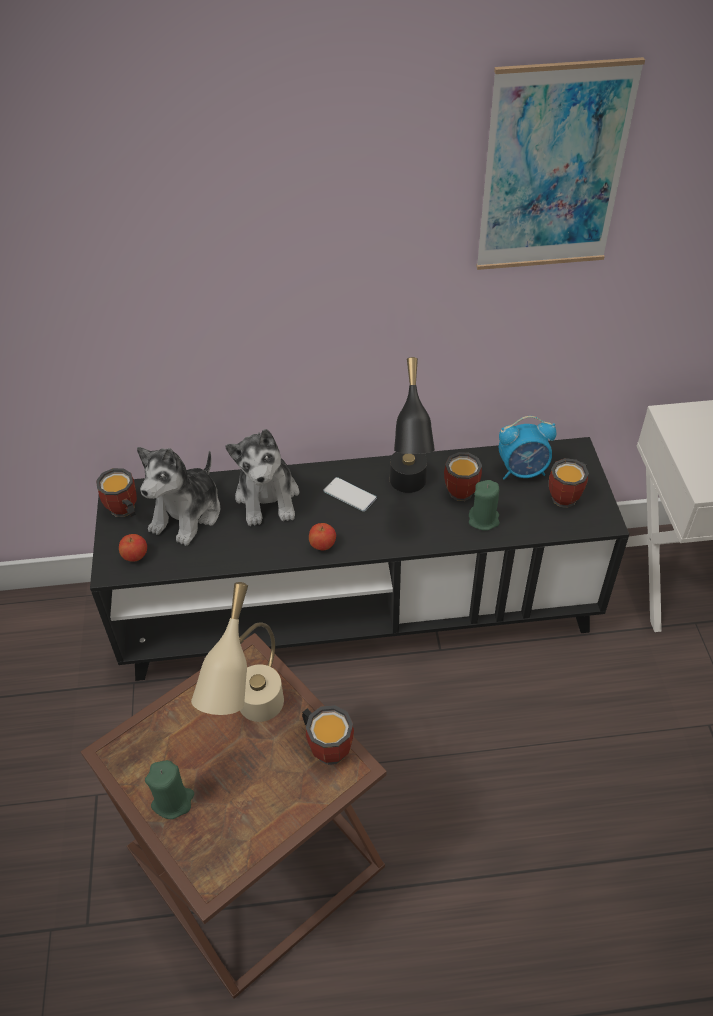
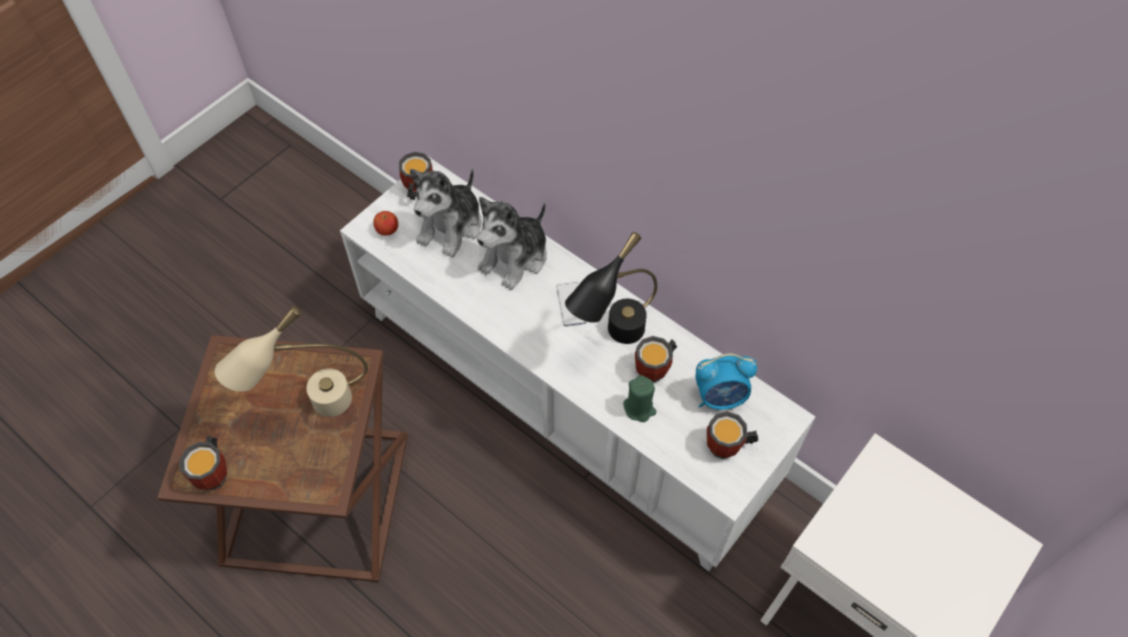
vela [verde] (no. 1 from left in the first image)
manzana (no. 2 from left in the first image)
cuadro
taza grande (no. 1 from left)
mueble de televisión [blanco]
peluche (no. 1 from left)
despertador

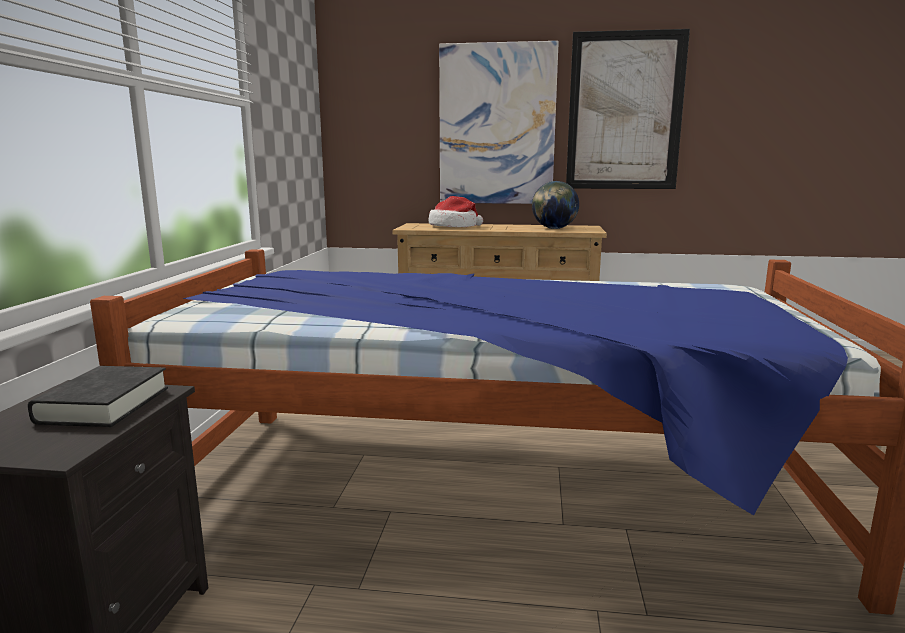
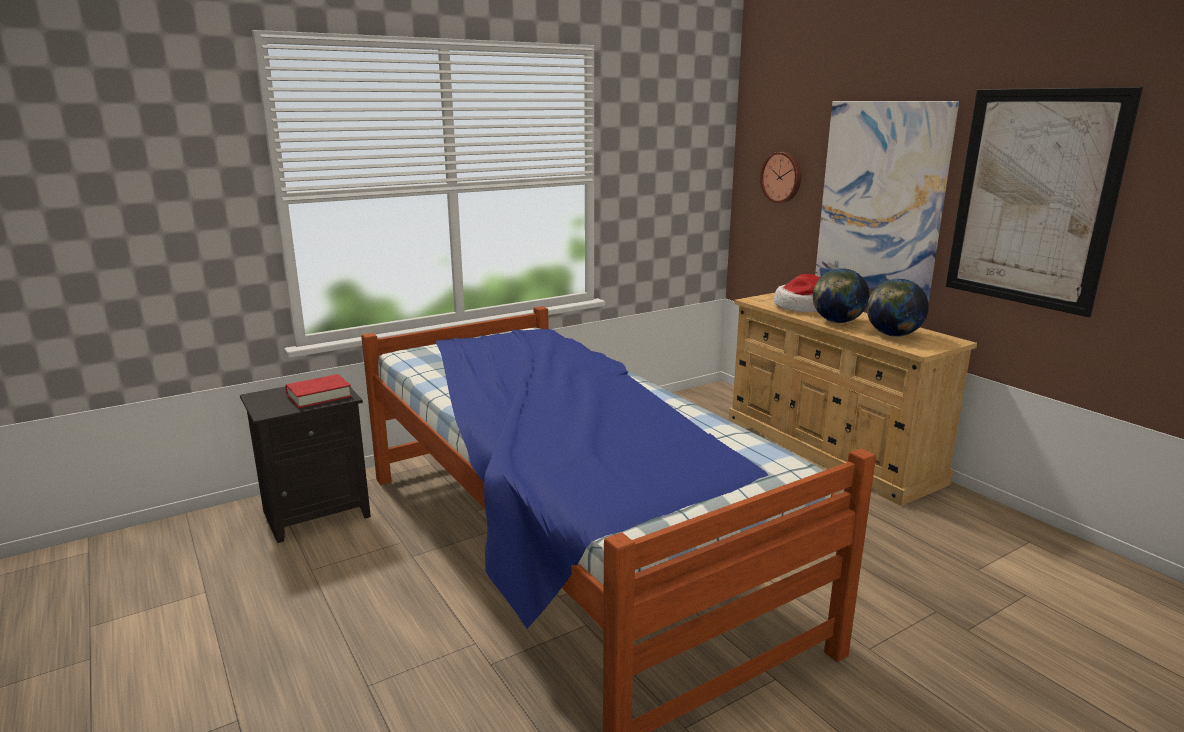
reloj de pared
globo terráqueo (no. 1 from left)
libro [rojo]

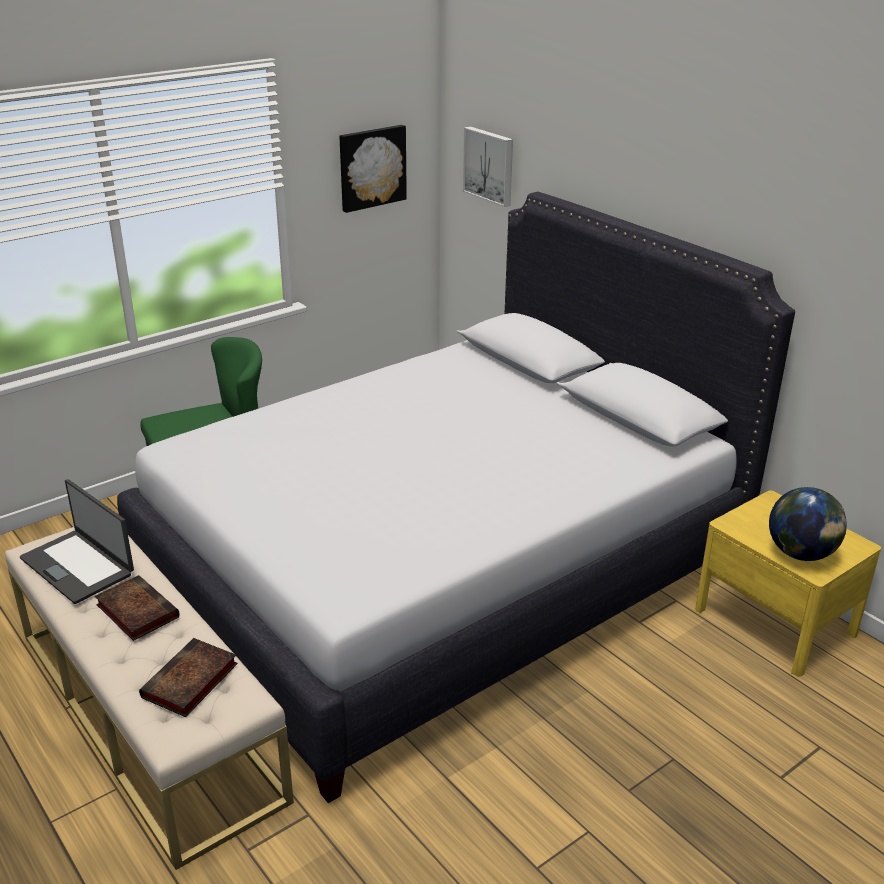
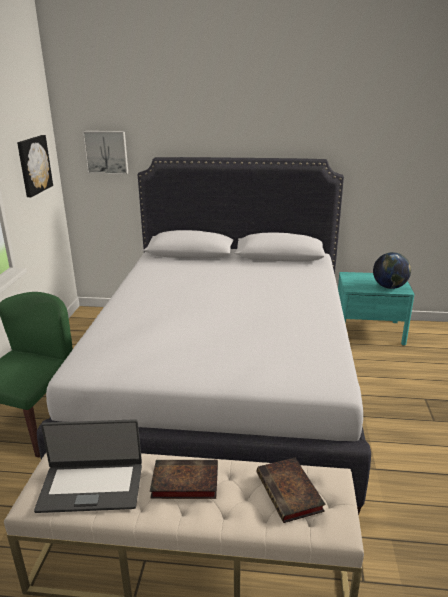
mesita de noche [turquesa]

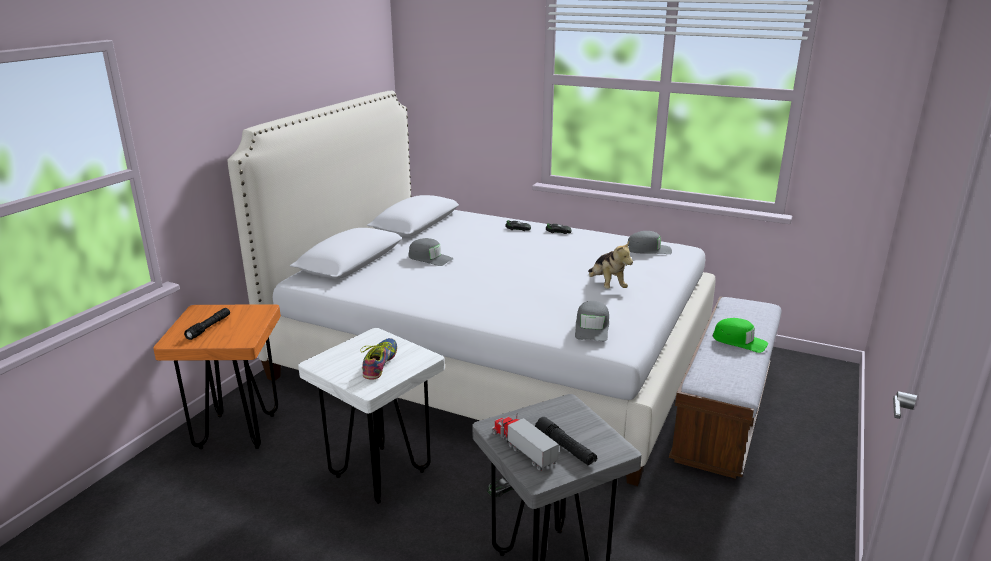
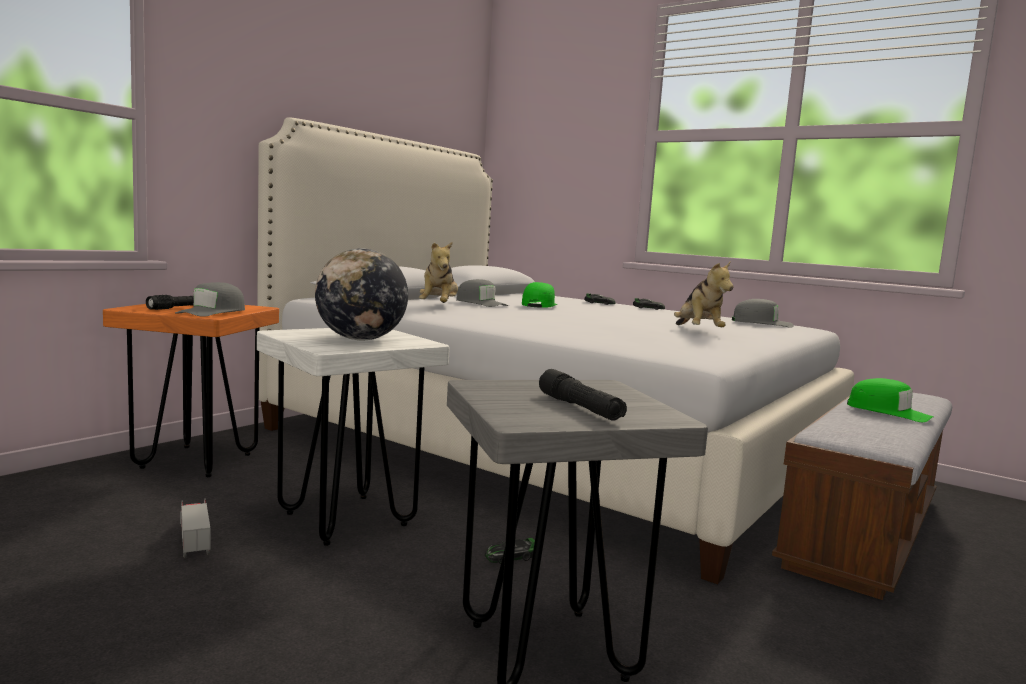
peluche (no. 1 from left)
gorra [verde] (no. 1 from left)
camión de juguete
gorra [gris] (no. 1 from left)
globo terráqueo

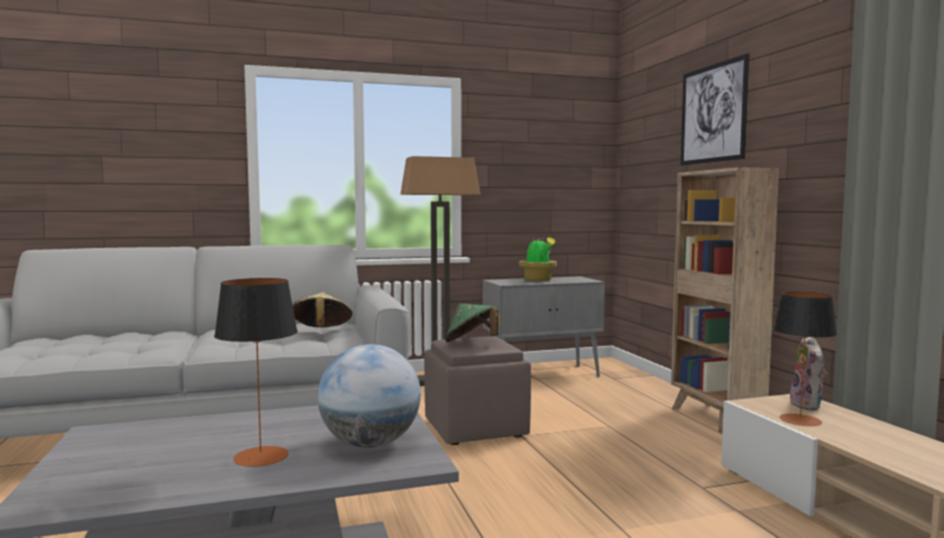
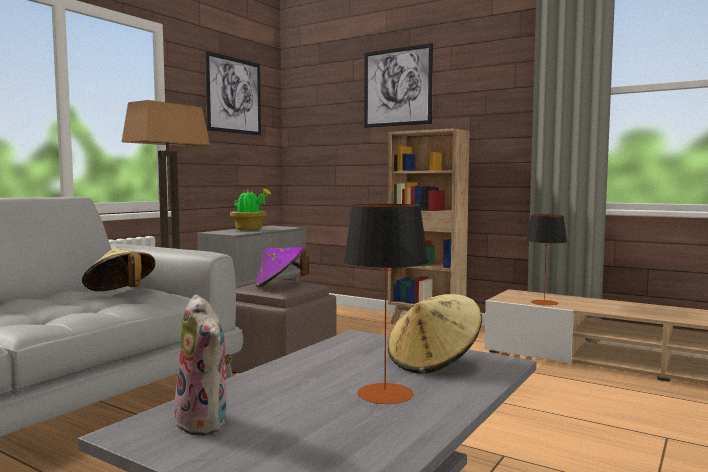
cuadro (no. 1 from left)
peluche
sombrero [beis] (no. 2 from left)
sombrero [morado]

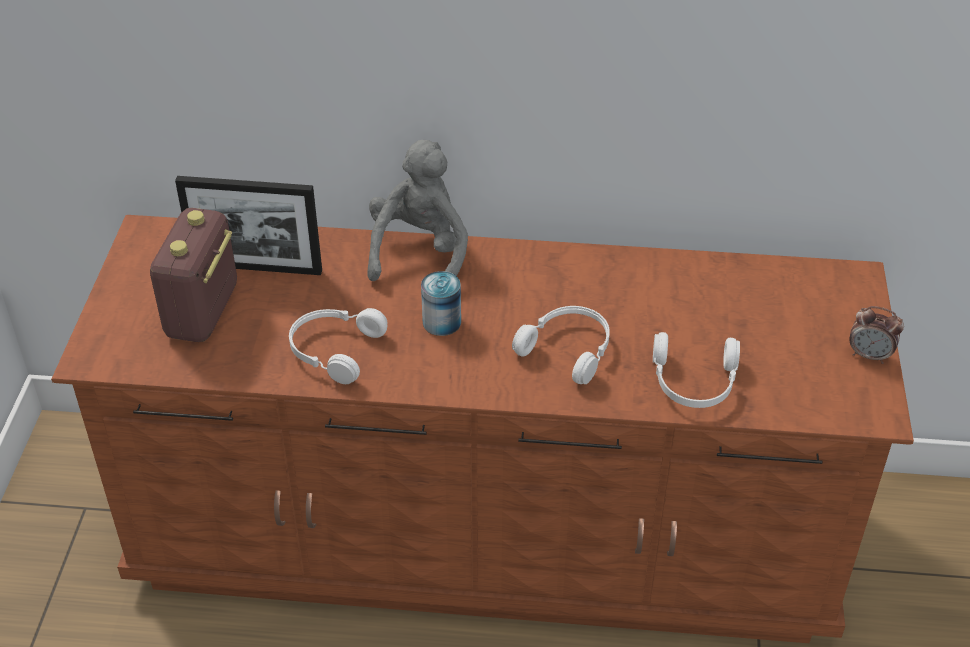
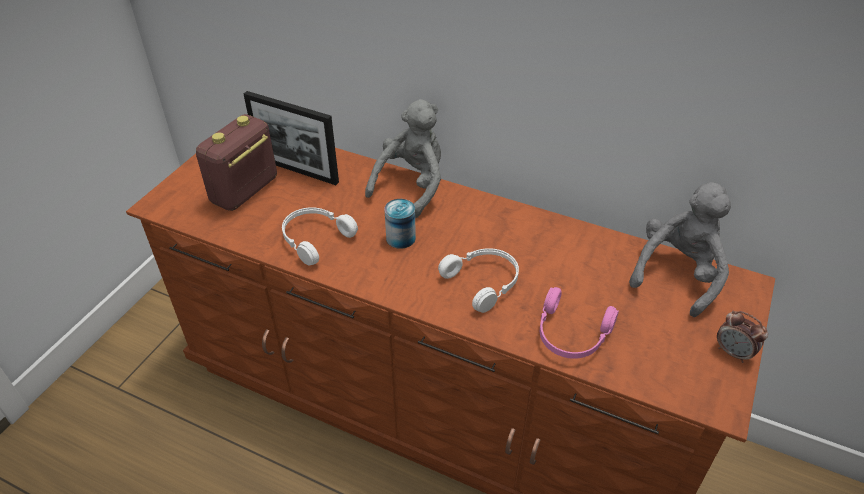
peluche [gris] (no. 2 from left)
auriculares [rosa]

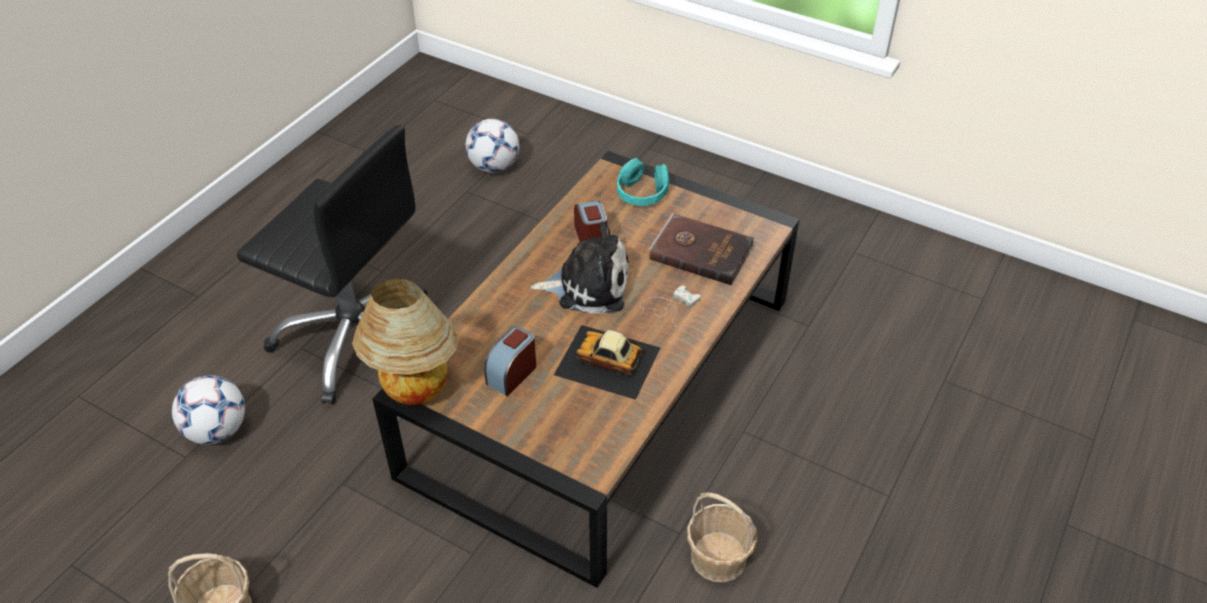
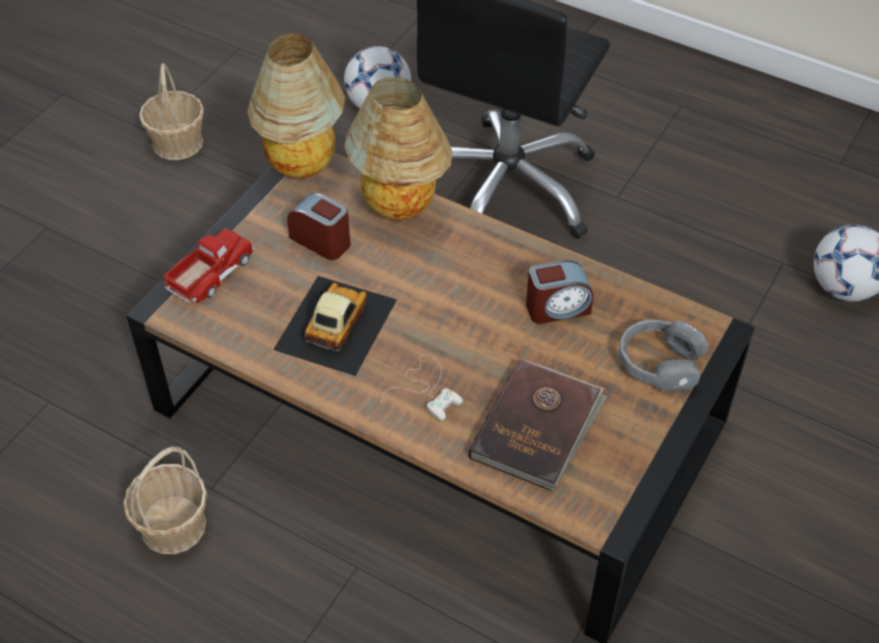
peluche
camión de juguete
lámpara de mesa (no. 2 from left)
auriculares [gris]

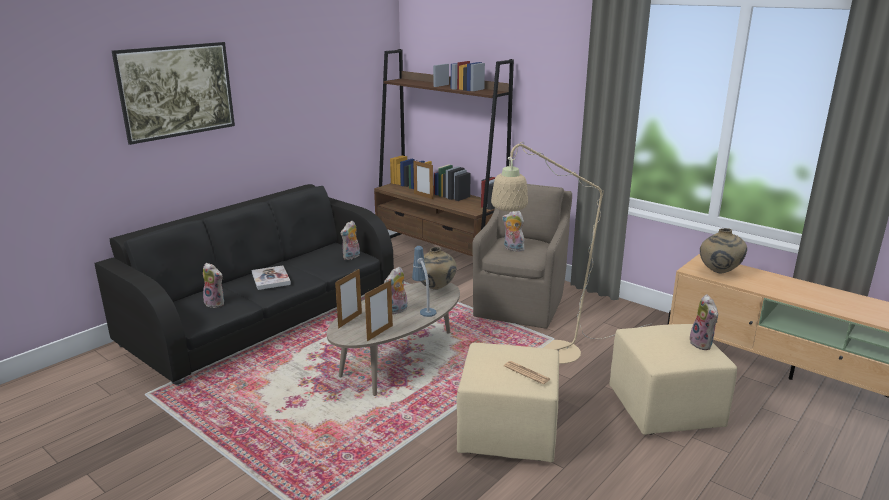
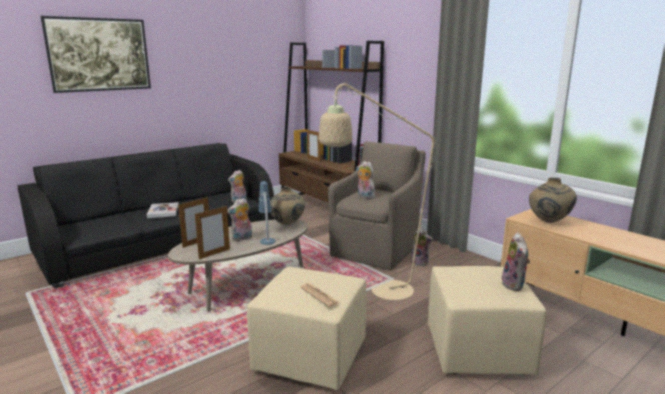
peluche (no. 4 from left)

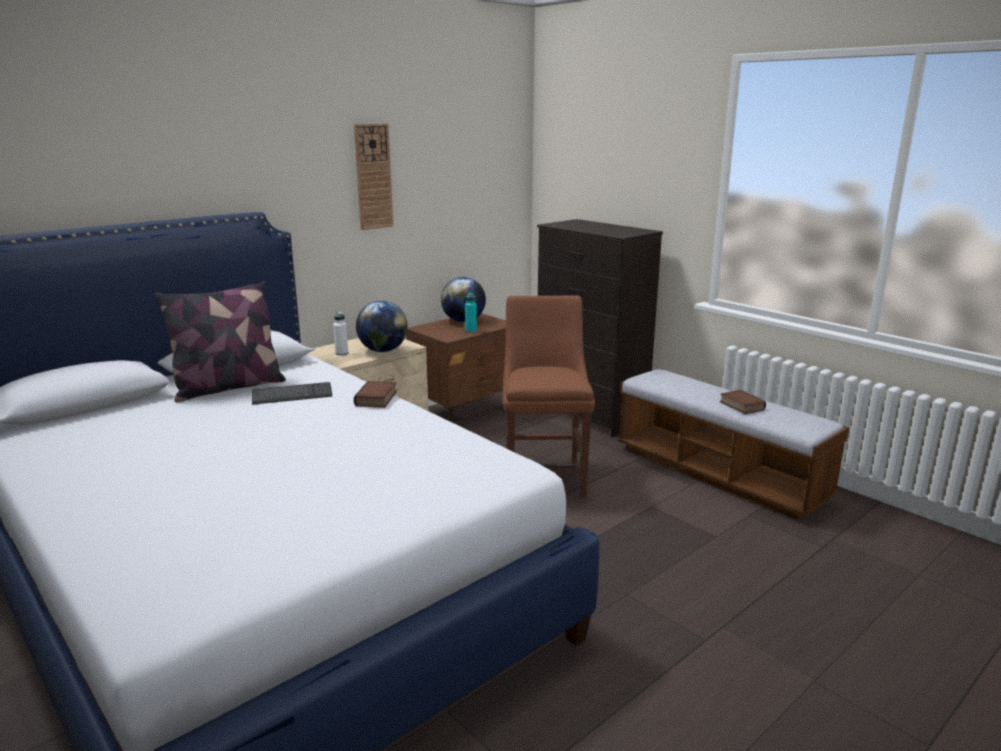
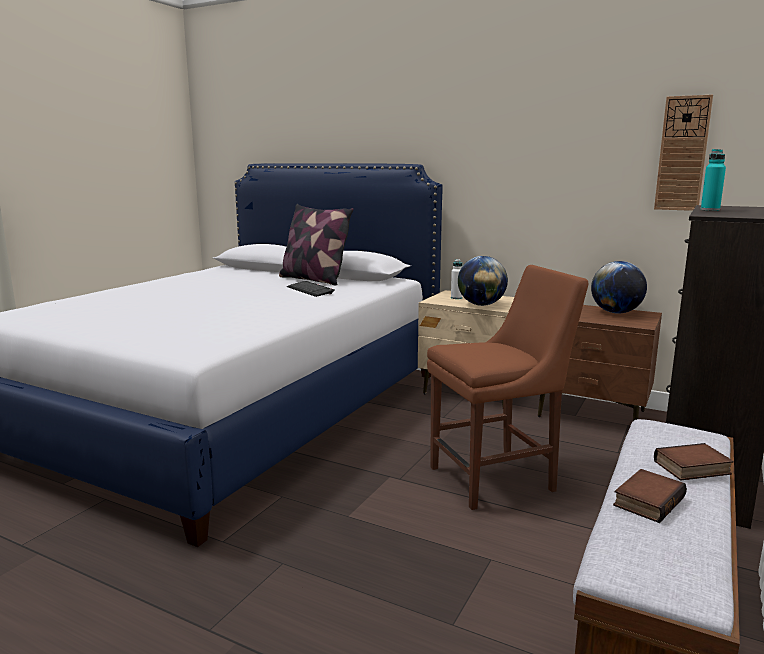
reloj de pared
libro (no. 2 from left)
botella [turquesa]

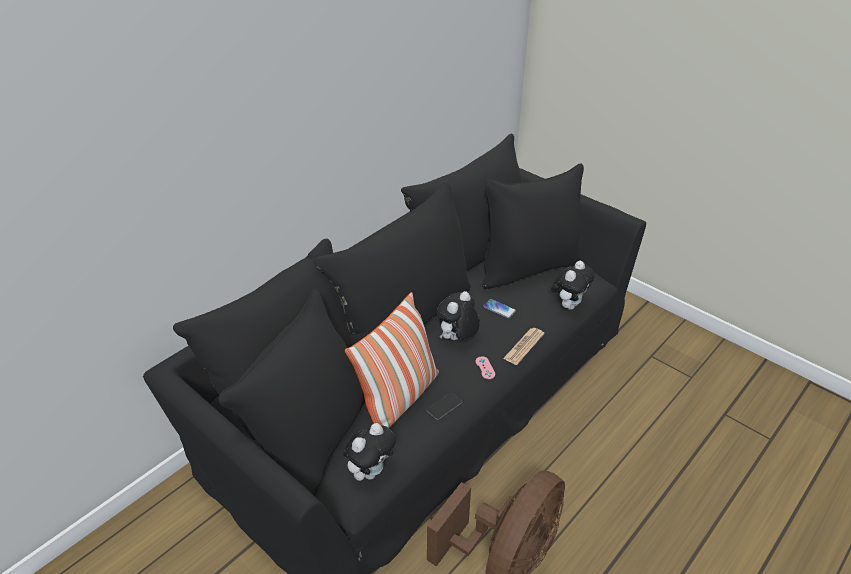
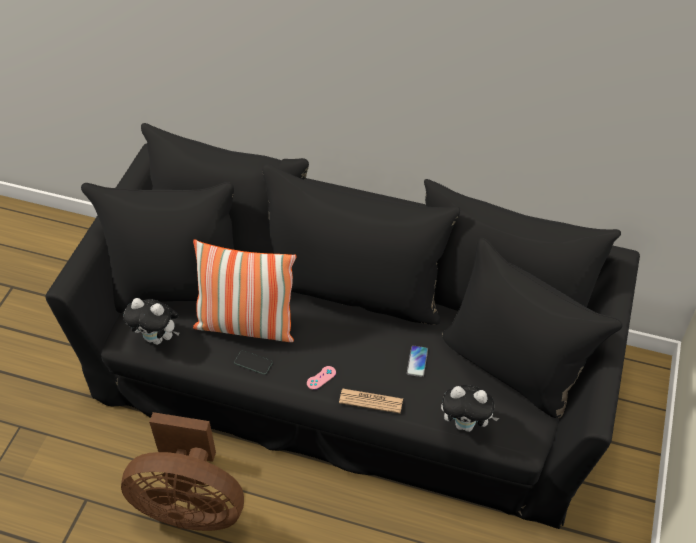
peluche (no. 2 from left in the first image)

